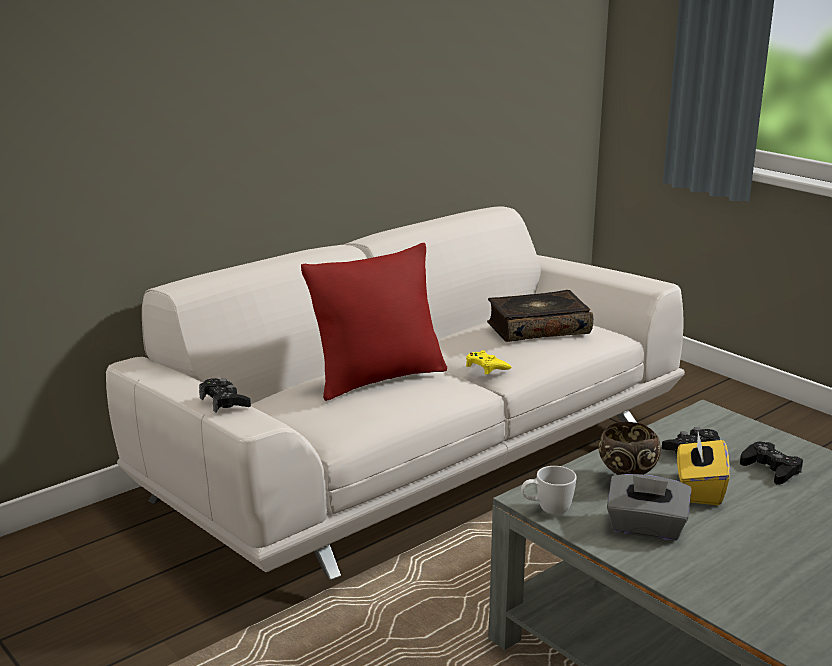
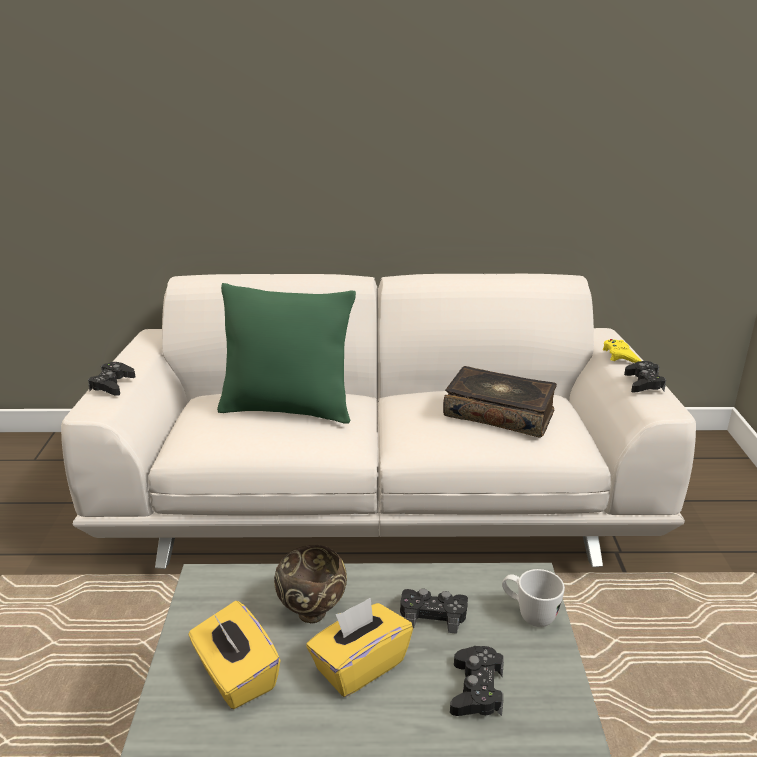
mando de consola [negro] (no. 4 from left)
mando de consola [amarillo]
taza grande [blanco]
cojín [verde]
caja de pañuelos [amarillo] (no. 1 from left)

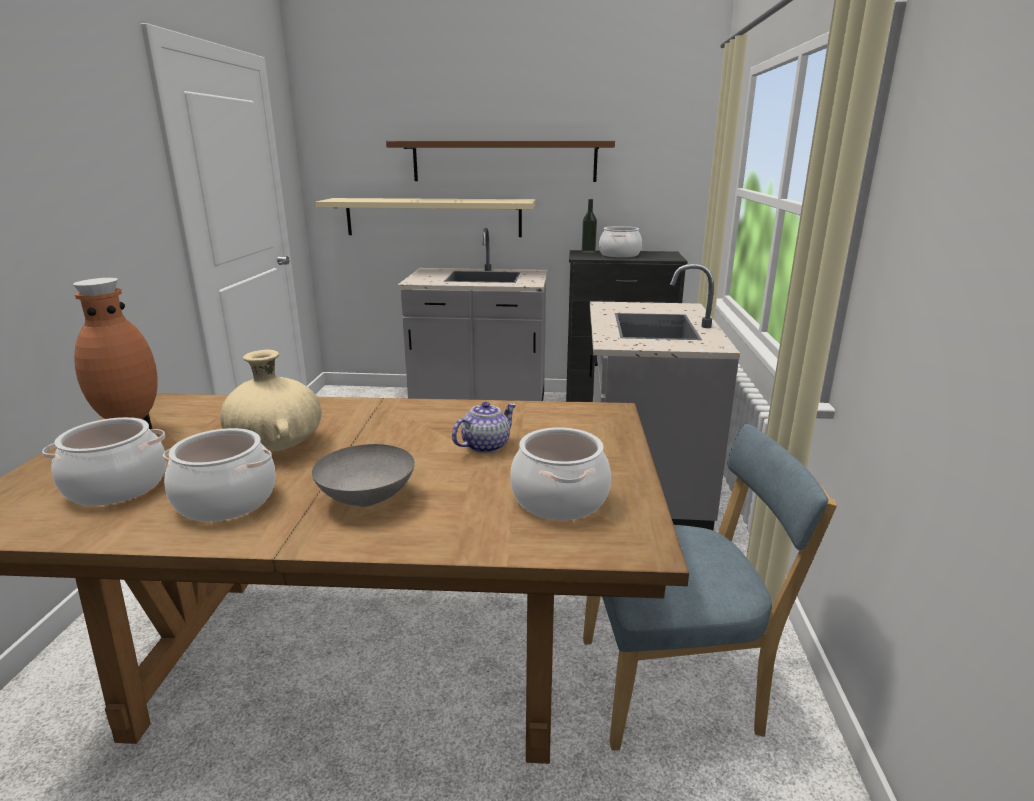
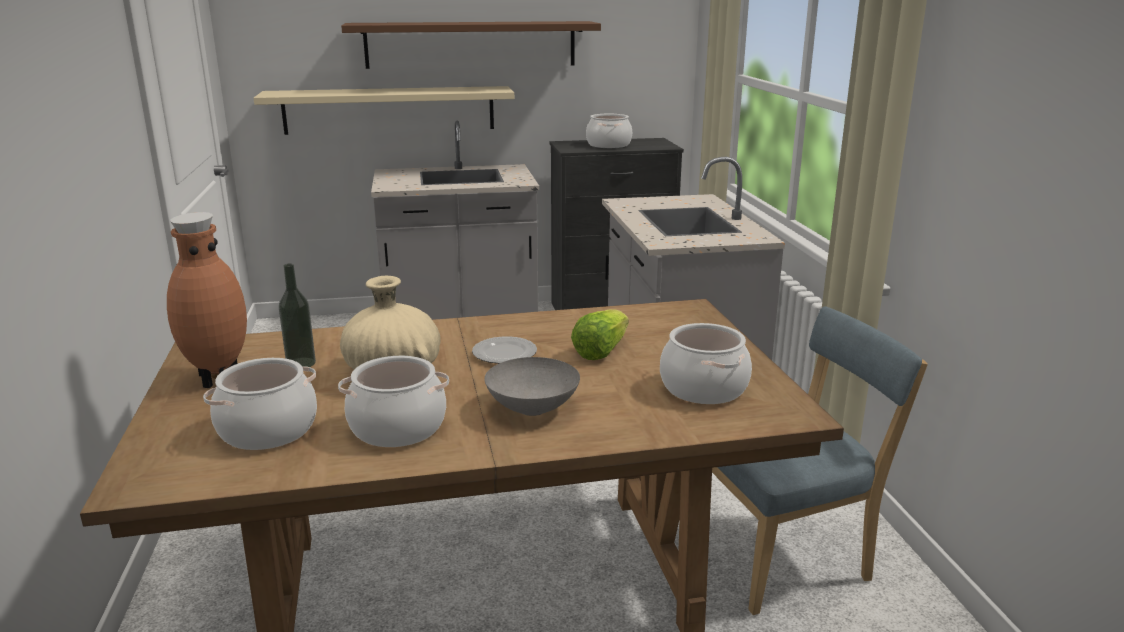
plato
botella
lechuga

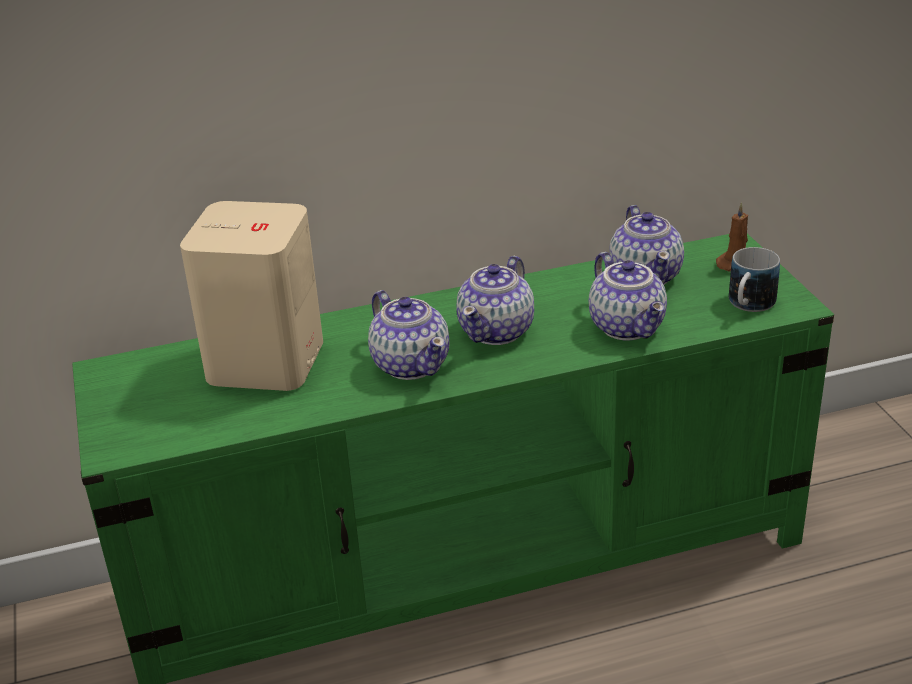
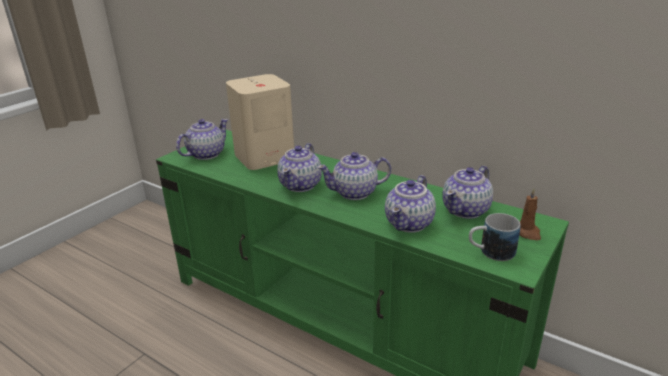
tetera (no. 1 from left)

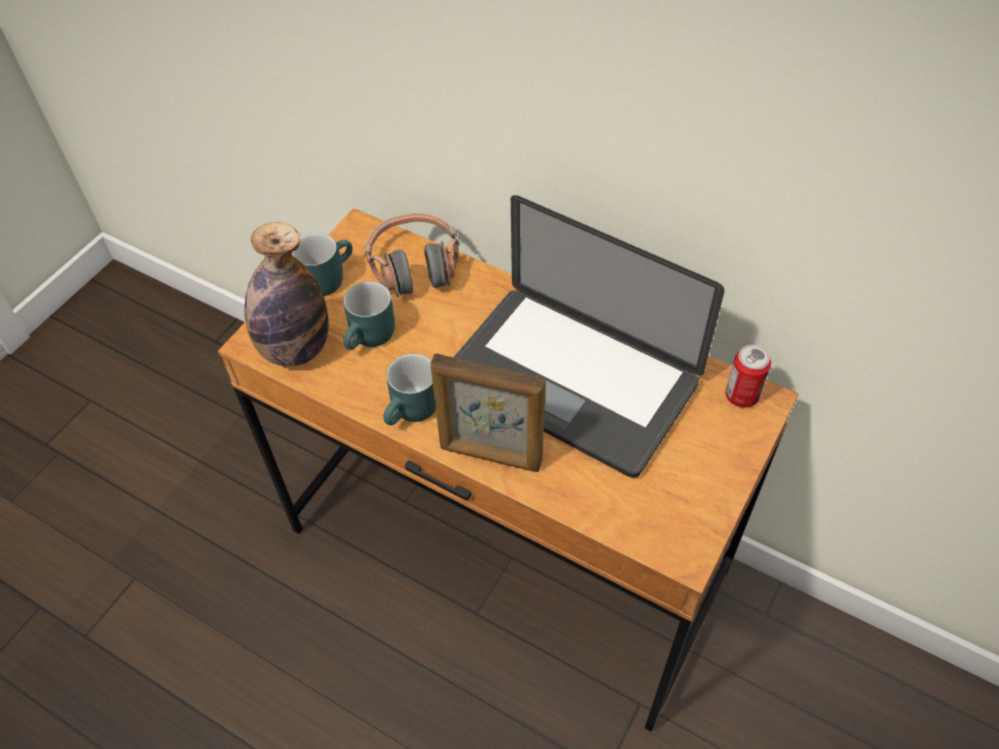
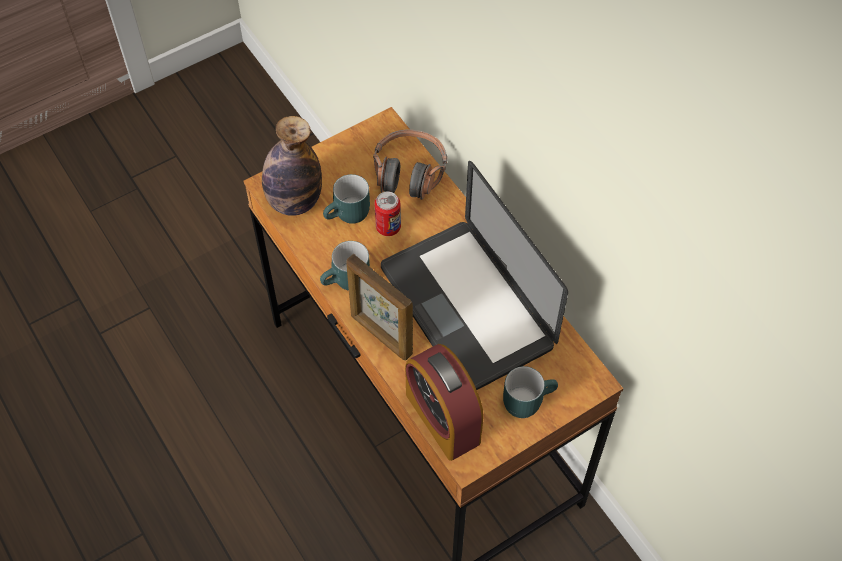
despertador
taza grande [turquesa] (no. 3 from left)
lata

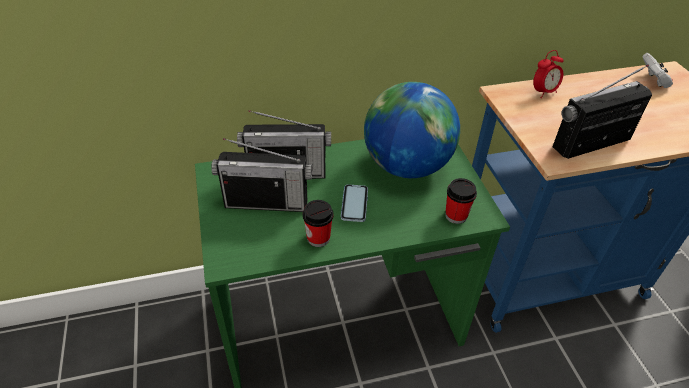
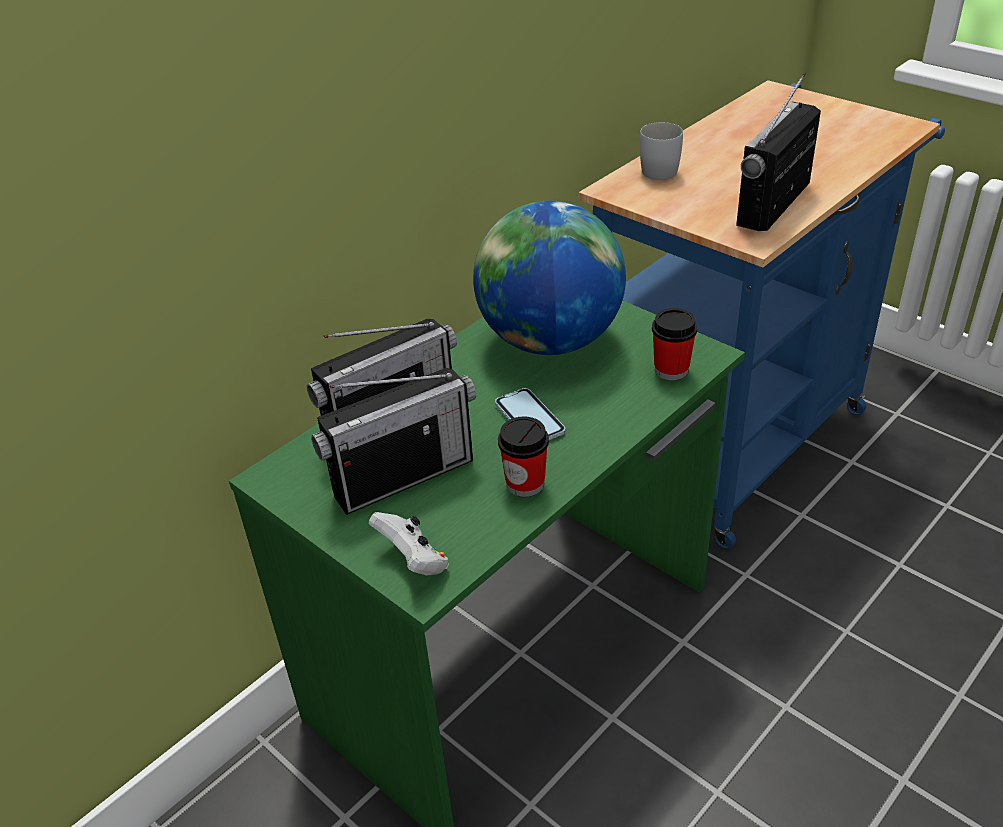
mando de consola [blanco]
taza grande [blanco]

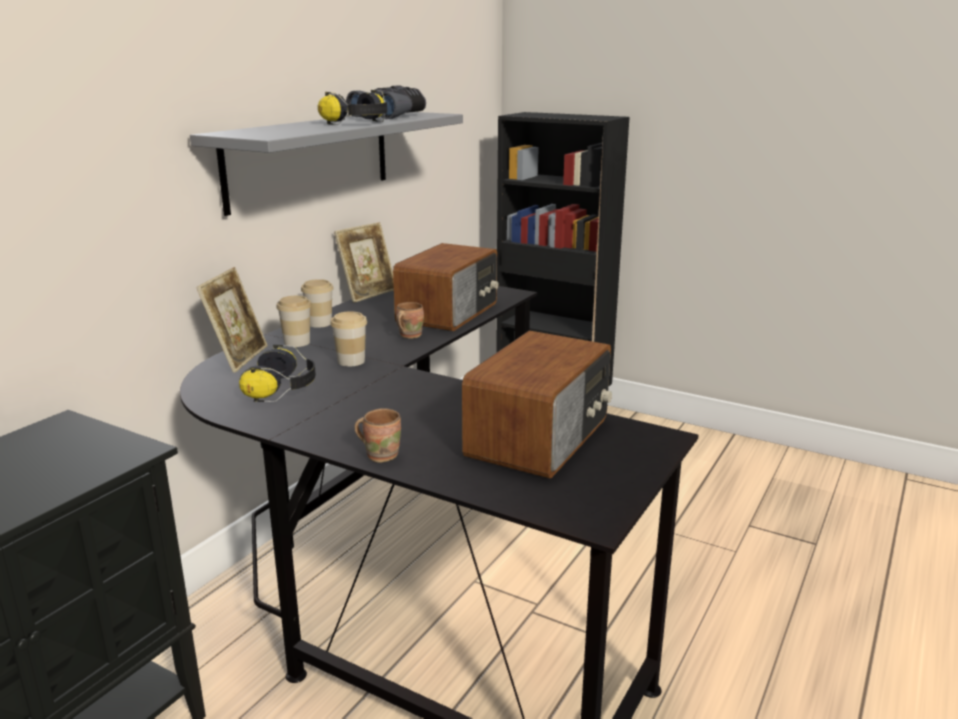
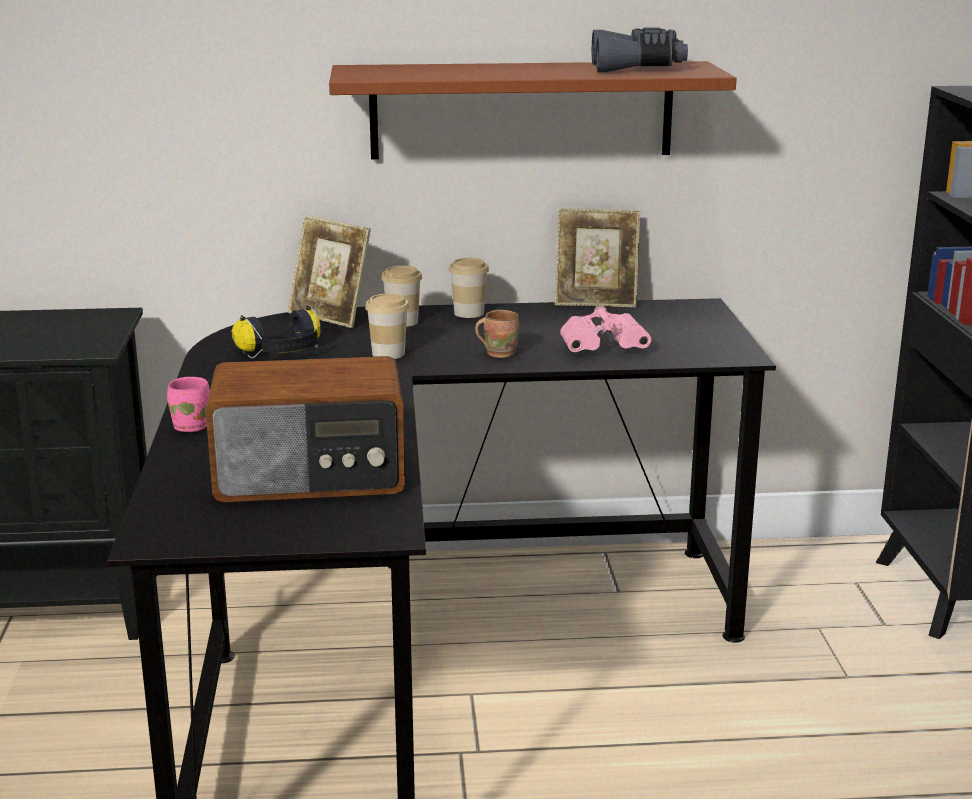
auriculares (no. 2 from left in the first image)
prismáticos [rosa]
estante [marrón]
taza grande [rosa]
portarretratos (no. 1 from left)

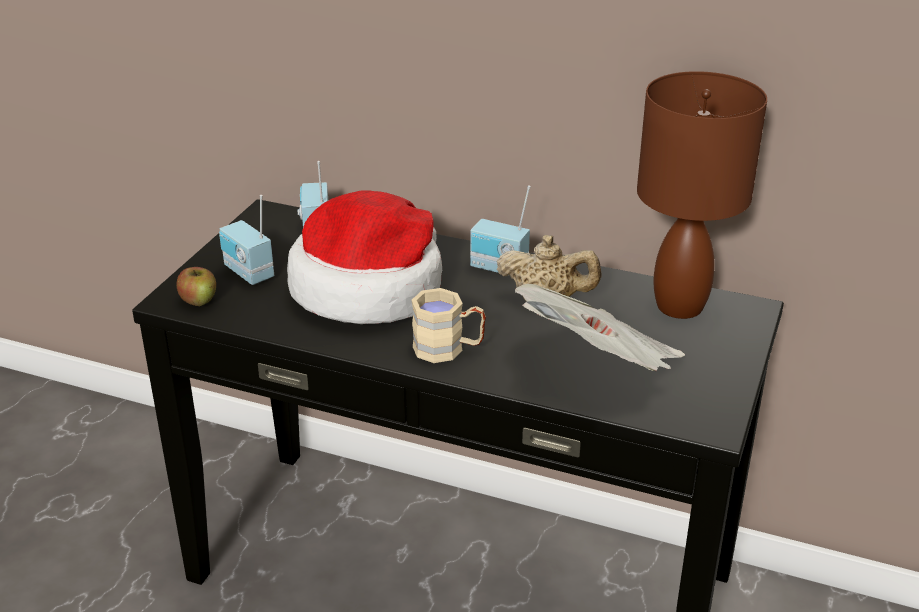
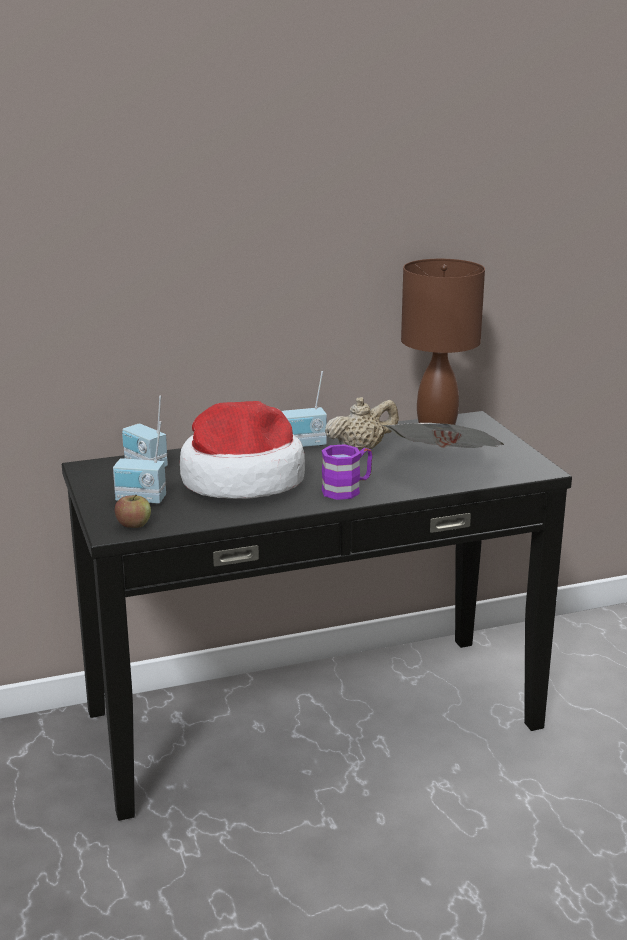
taza grande [morado]

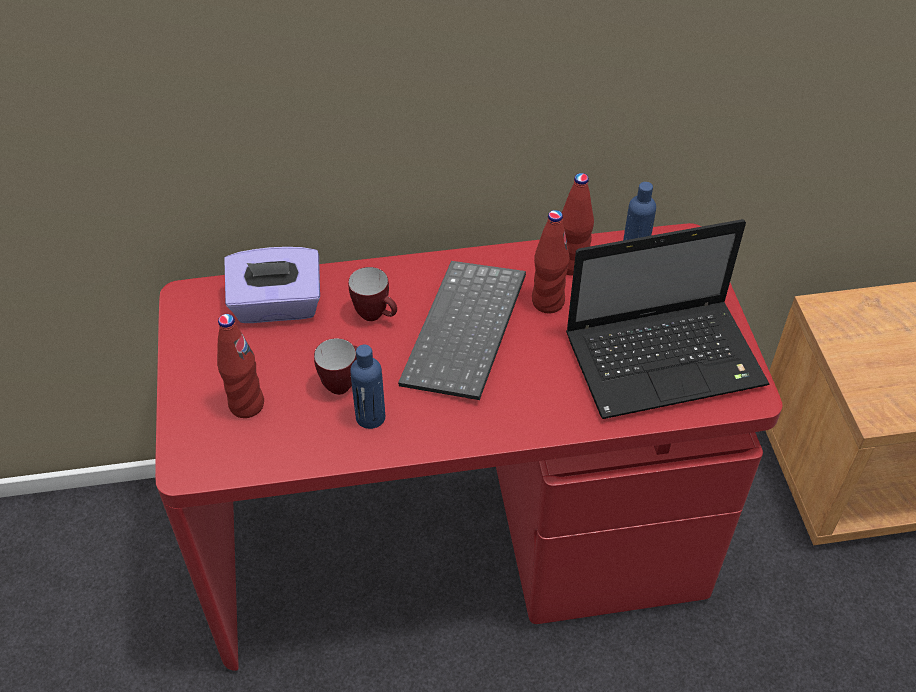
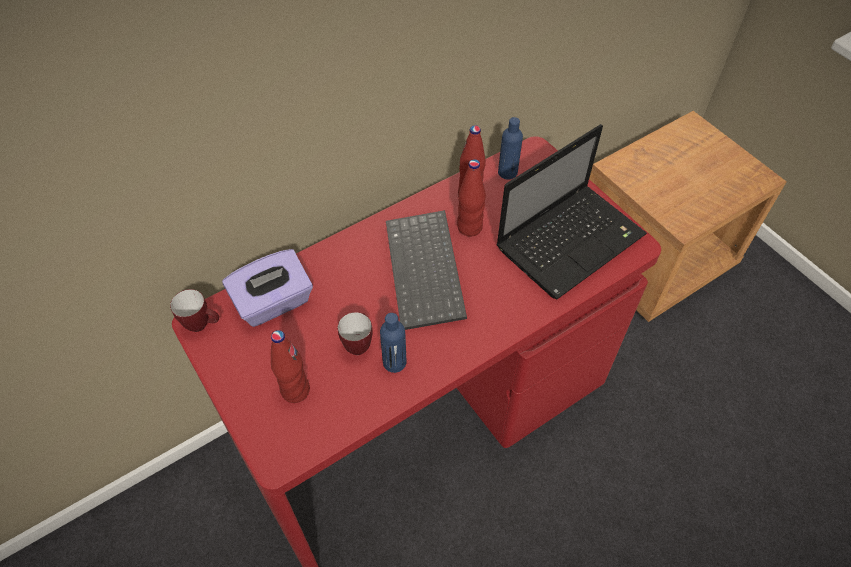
taza grande (no. 1 from left)

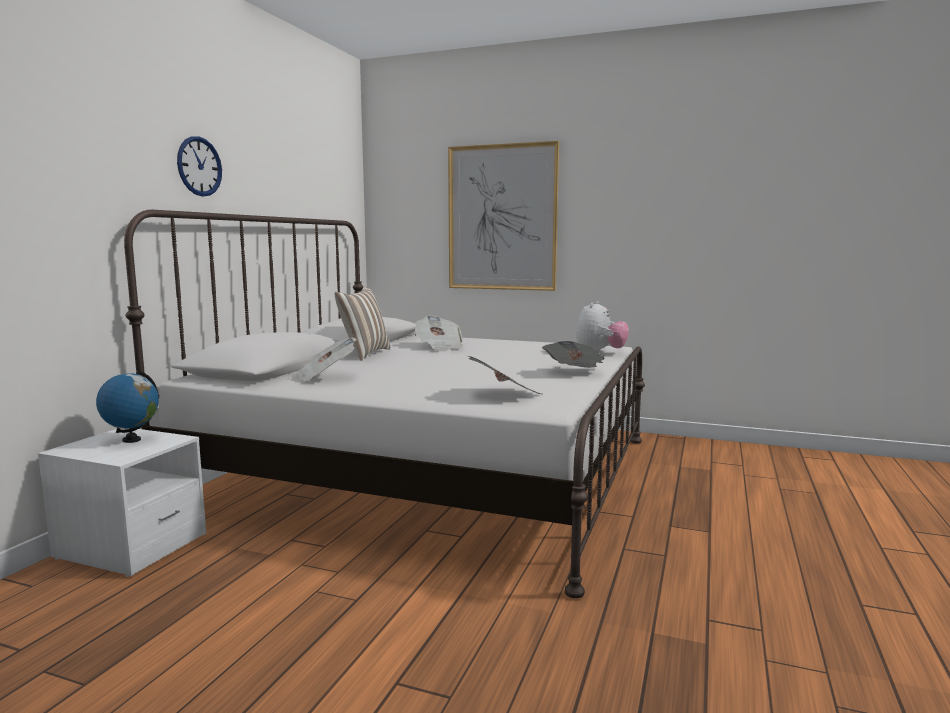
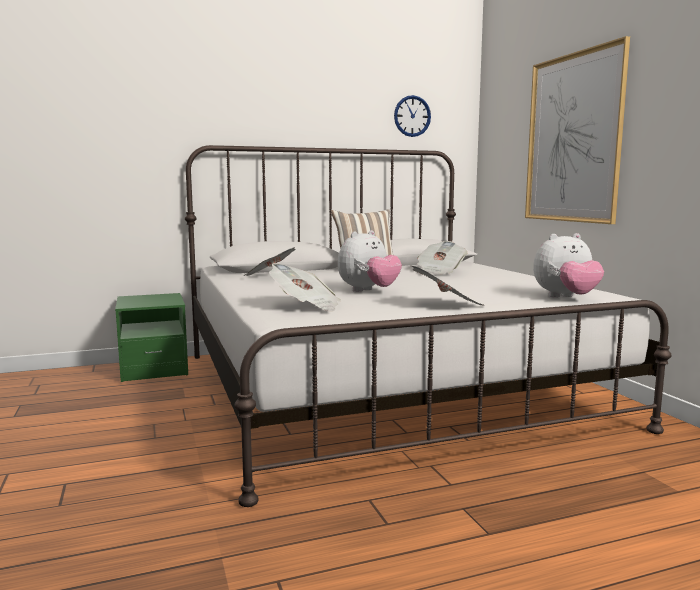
globo terráqueo
peluche (no. 1 from left)
reloj de pared
mesita de noche [verde]

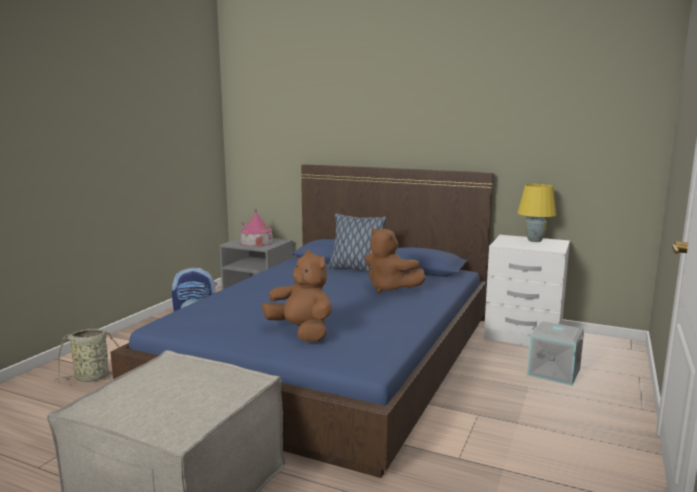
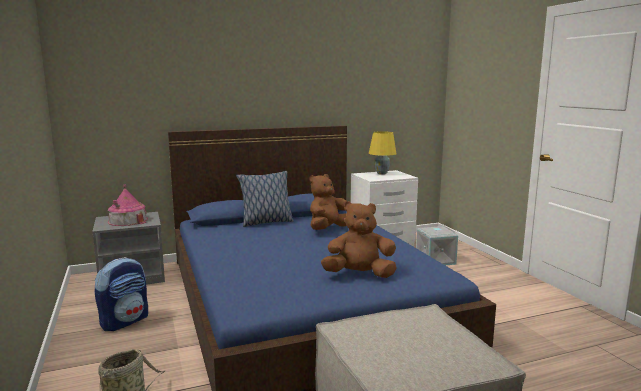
peluche [marrón] (no. 1 from left)

